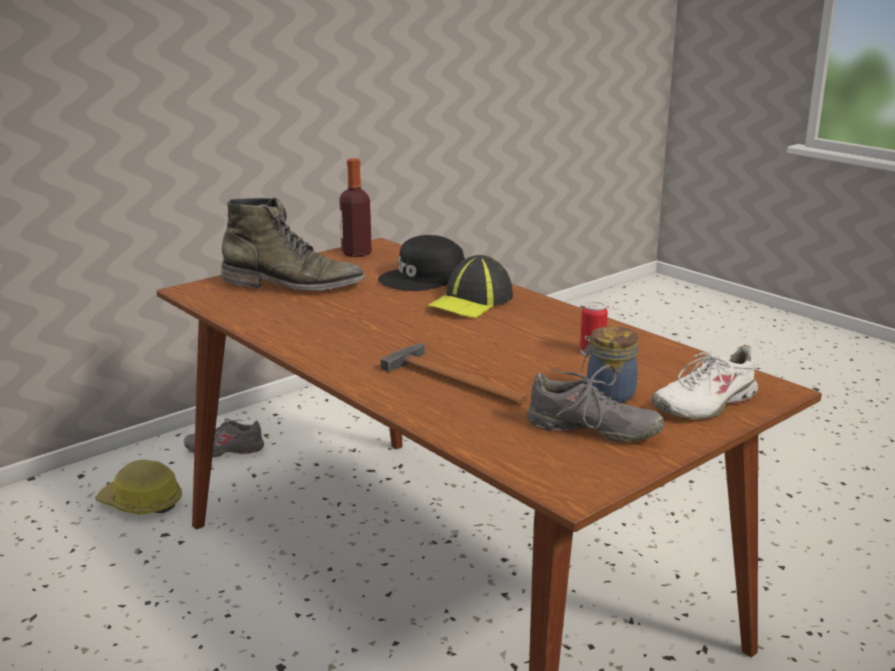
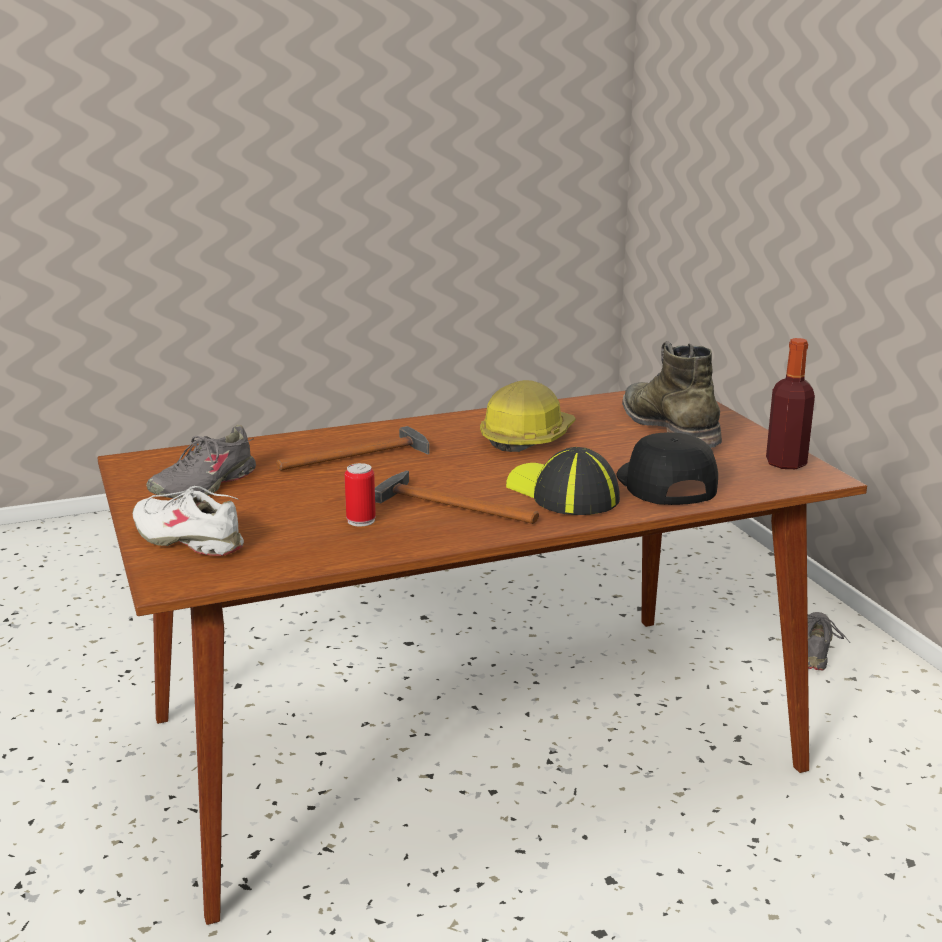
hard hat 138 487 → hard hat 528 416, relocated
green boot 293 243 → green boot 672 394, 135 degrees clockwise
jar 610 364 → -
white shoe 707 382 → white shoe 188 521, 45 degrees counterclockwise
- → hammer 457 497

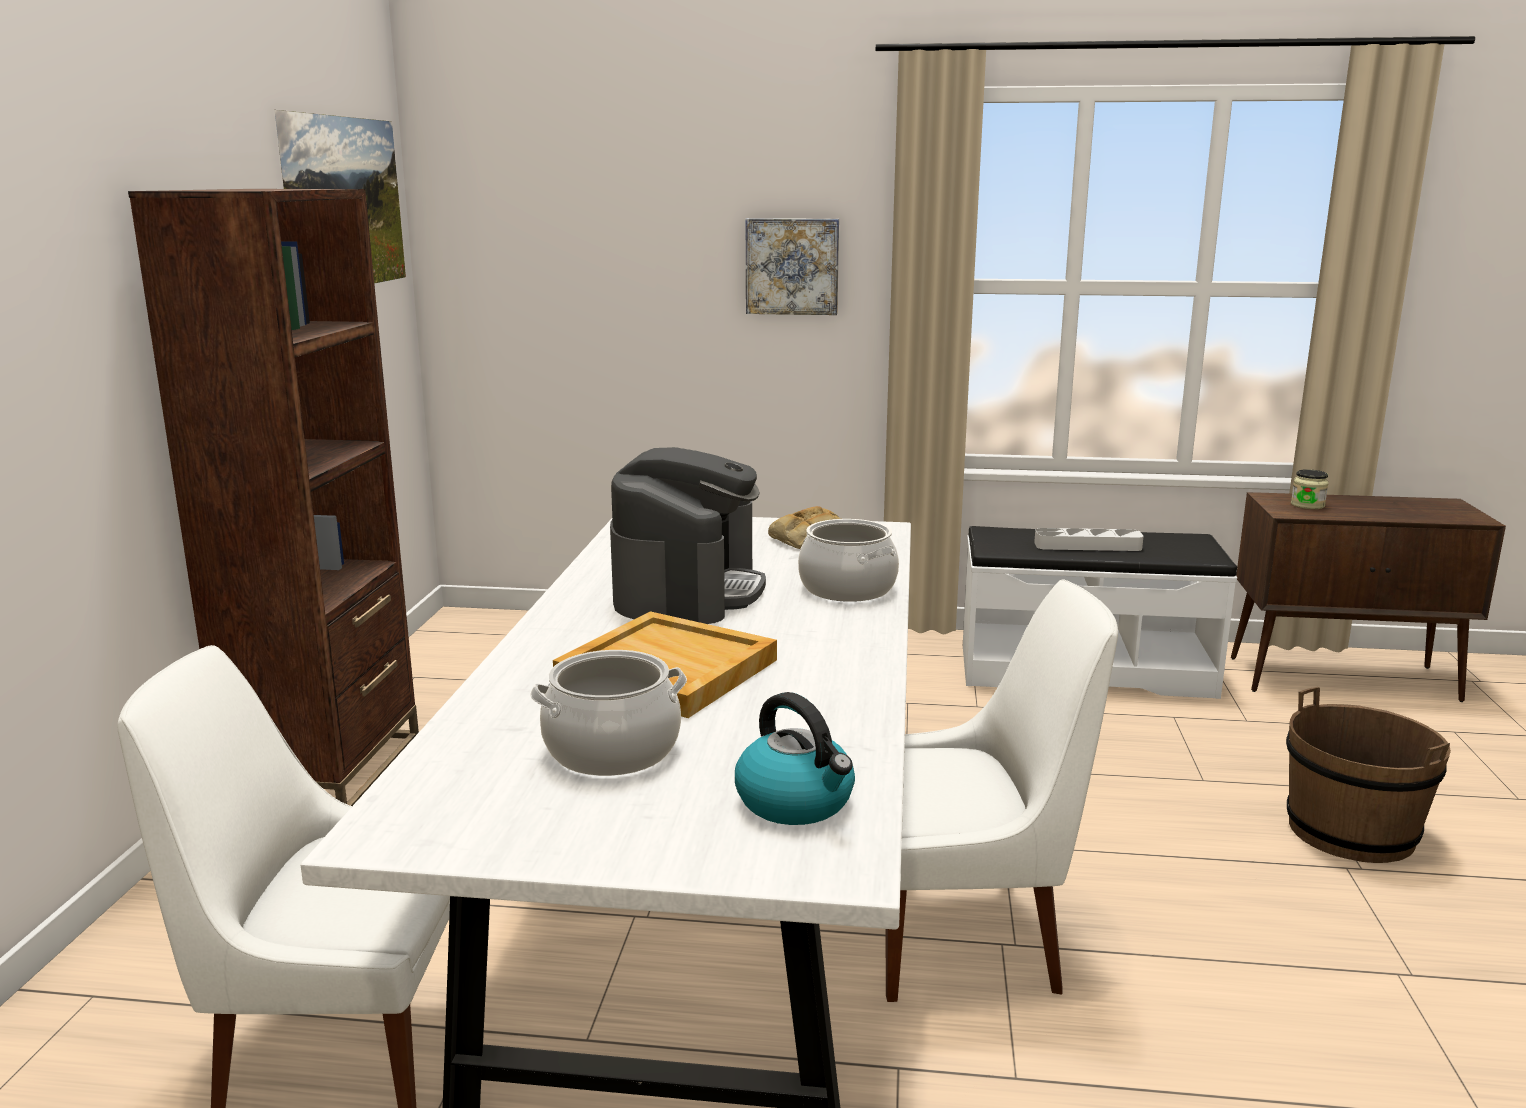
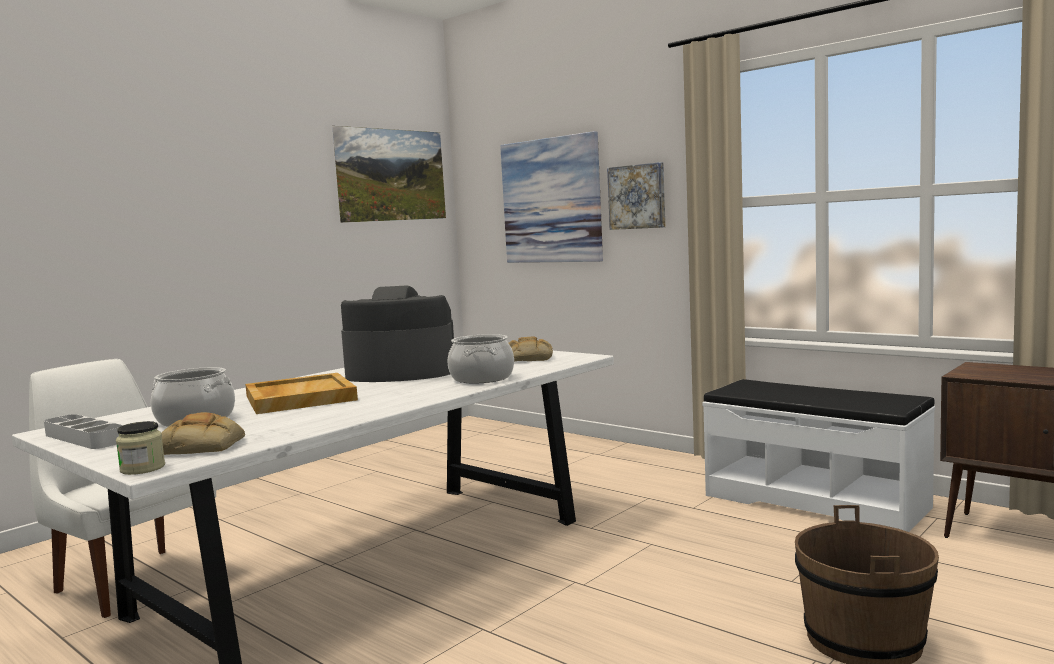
brown bookcase 273 497 → -
coffee machine 688 535 → coffee machine 397 333, 135 degrees counterclockwise
kettle 795 758 → bread 203 433
white chair 1002 790 → -
grey tray 1089 539 → grey tray 83 431, relocated
jar 1310 489 → jar 140 448, relocated
- → picture 551 197

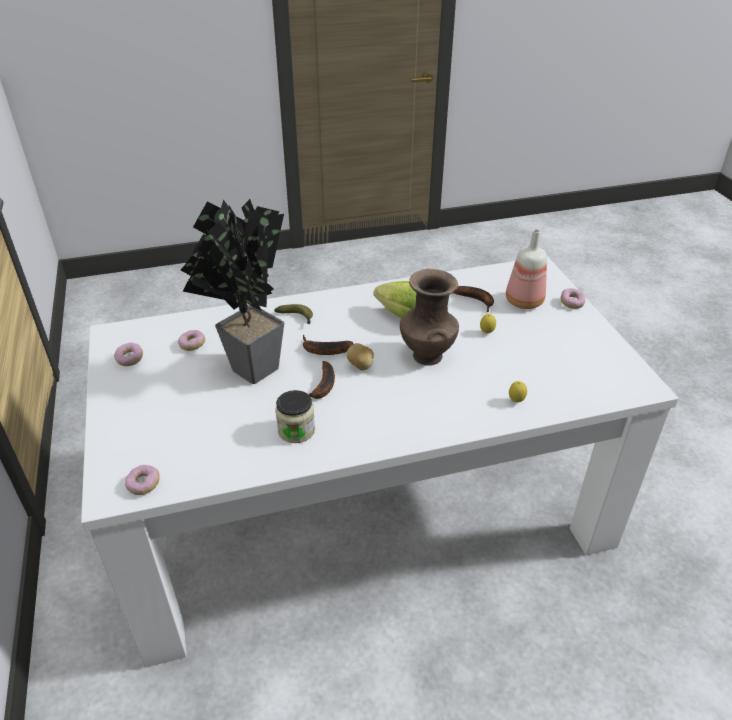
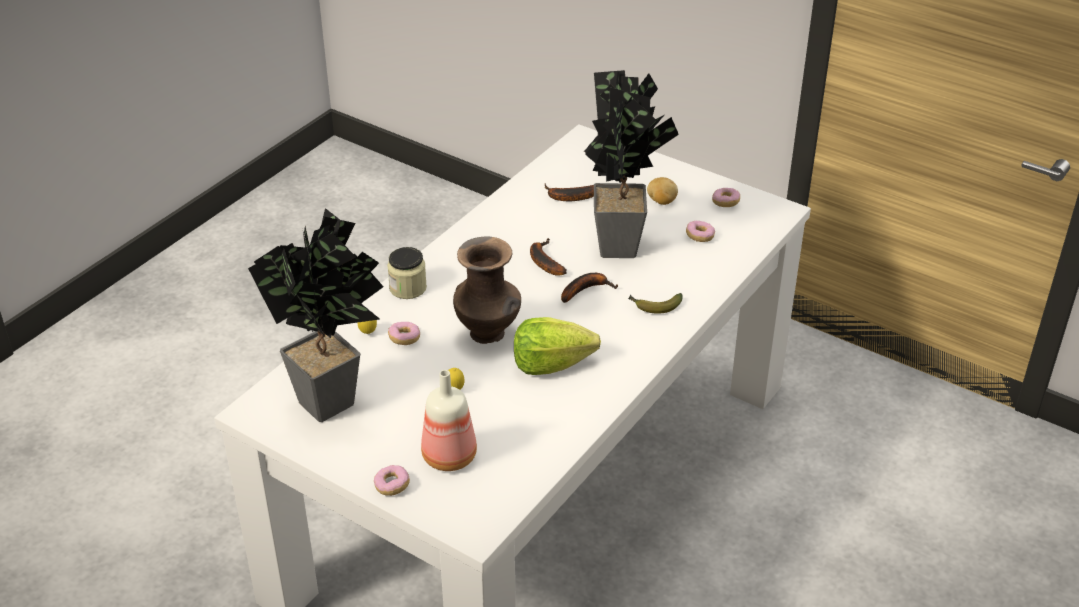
donut 142 480 → donut 404 333, relocated
jar 295 416 → jar 407 273, relocated
potato 360 356 → potato 662 191, relocated
banana 473 299 → banana 569 192, relocated
- → potted plant 315 315

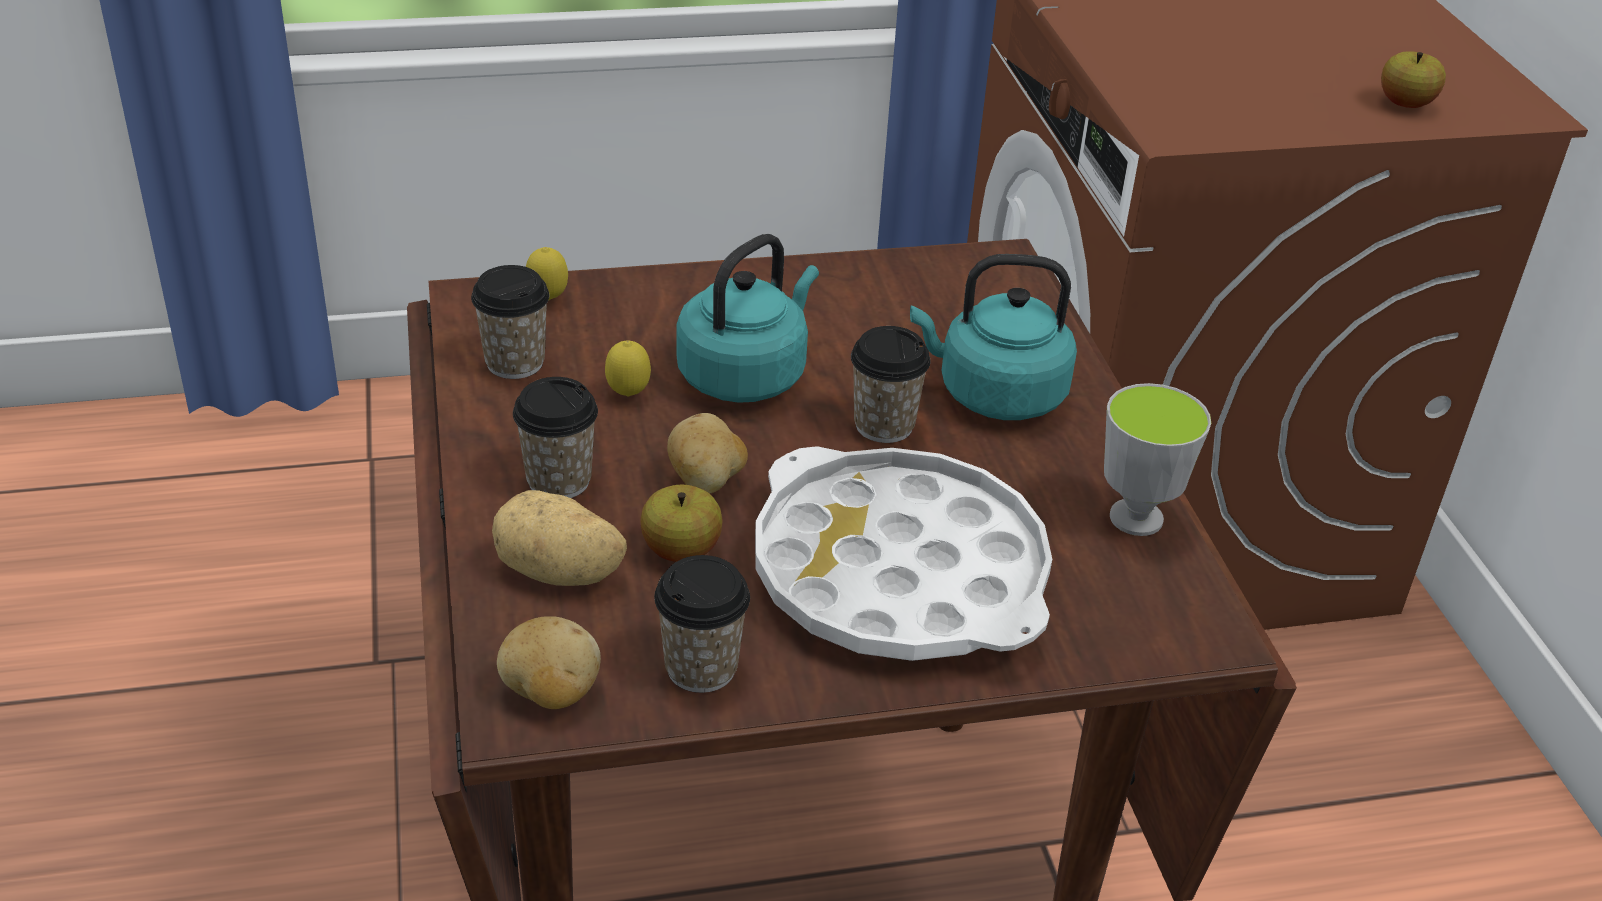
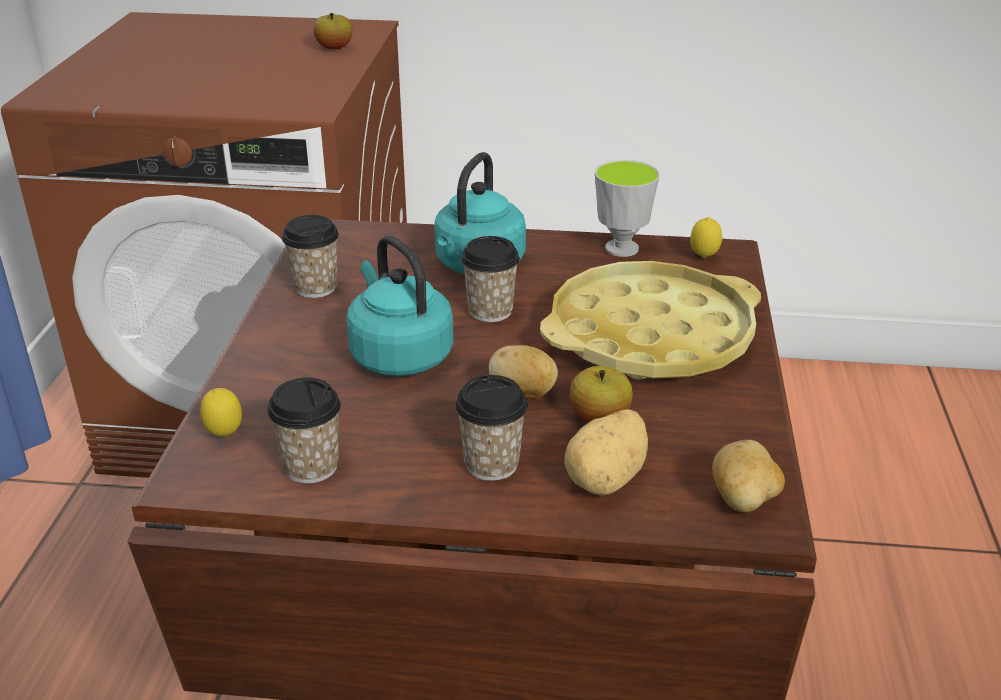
lemon 628 368 → lemon 706 237, relocated
cup 702 624 → cup 310 256, relocated
white tray 903 553 → yellow tray 650 320

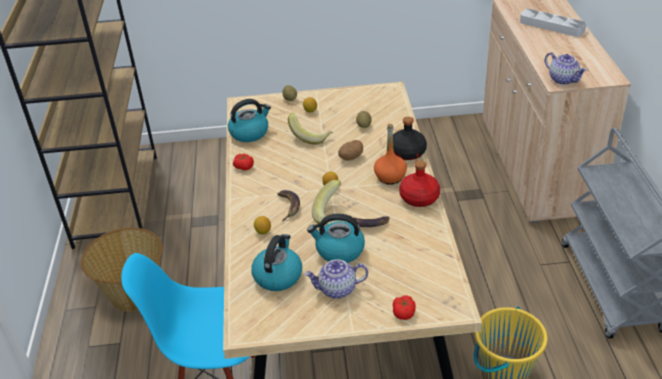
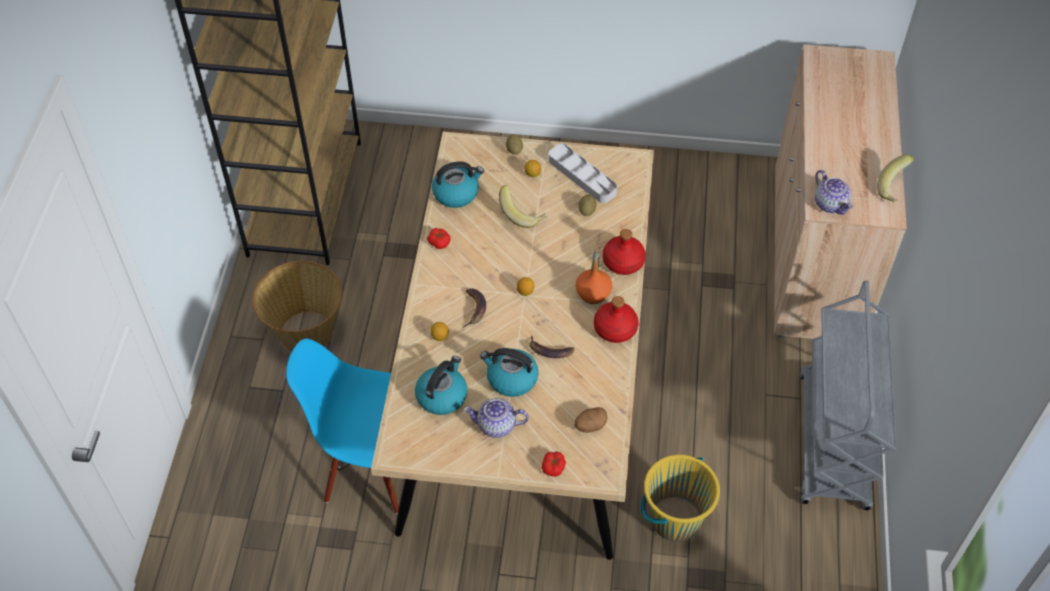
banana 326 202 → banana 895 179, relocated
potato 350 150 → potato 590 420, relocated
black bottle 410 138 → red bottle 624 252
grey tray 553 23 → grey tray 583 173, relocated

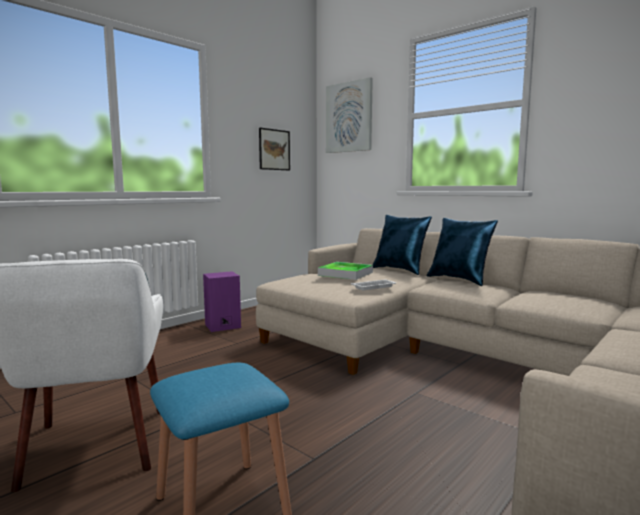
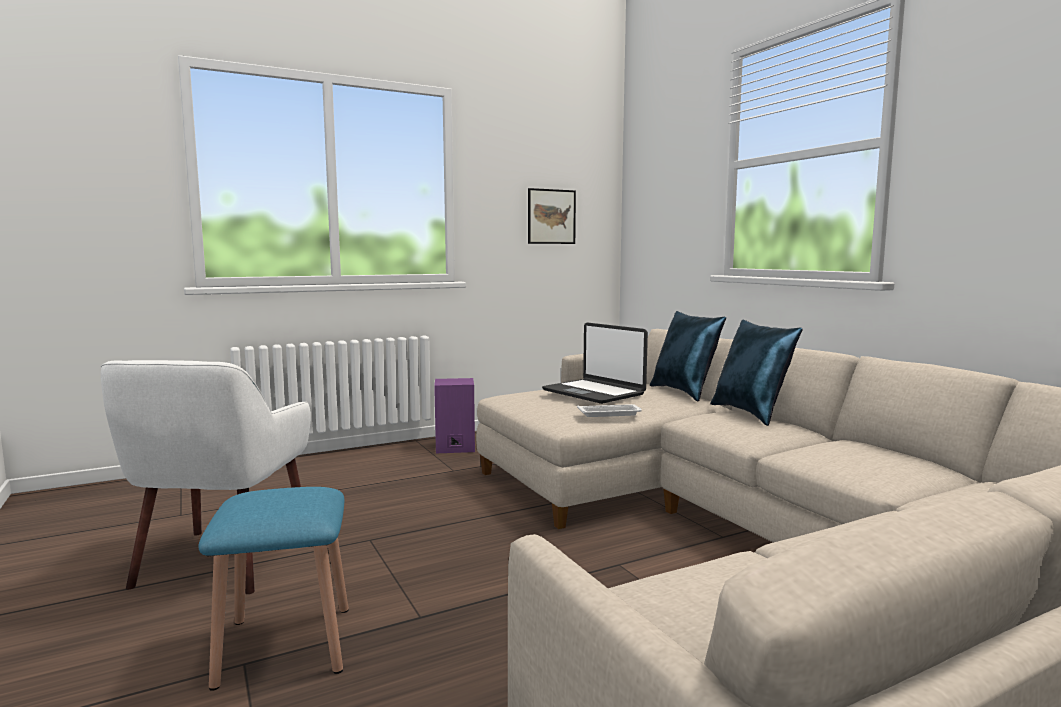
tray 345 271 → laptop 595 363
picture 349 115 → -

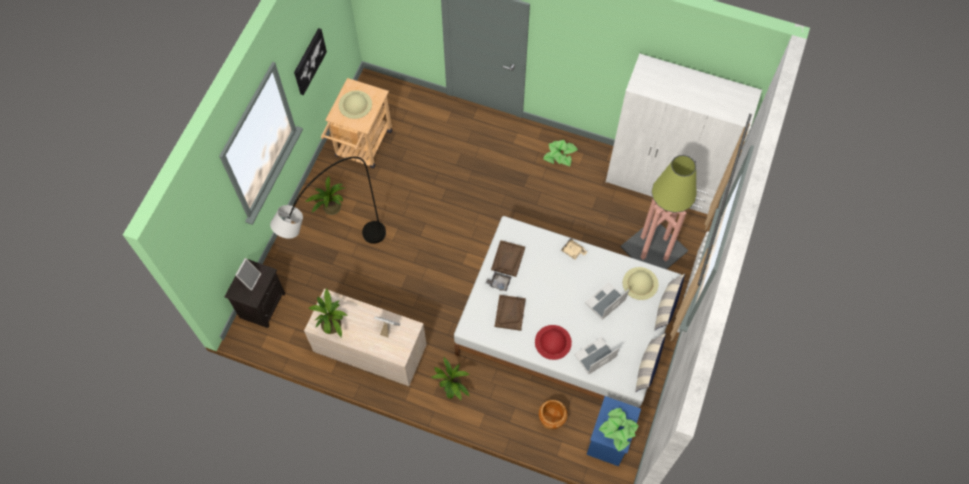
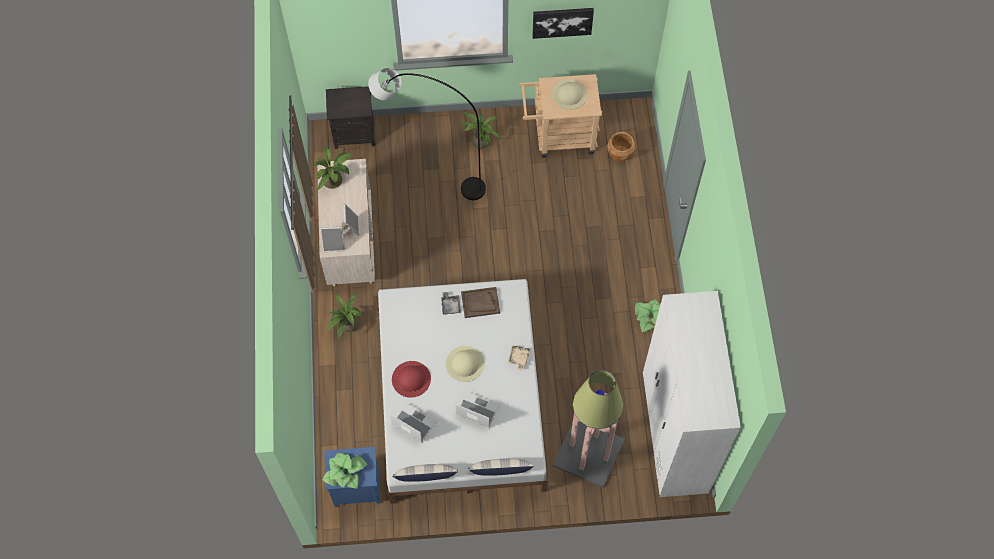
picture frame 248 274 → picture frame 333 239, relocated
brown tray 510 313 → -
brown planter 553 414 → brown planter 621 147, relocated
beige hat 640 283 → beige hat 465 364, relocated

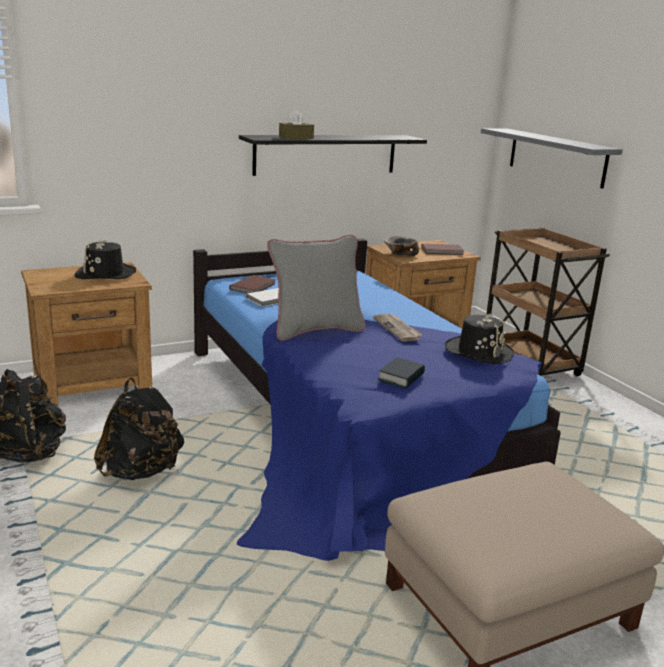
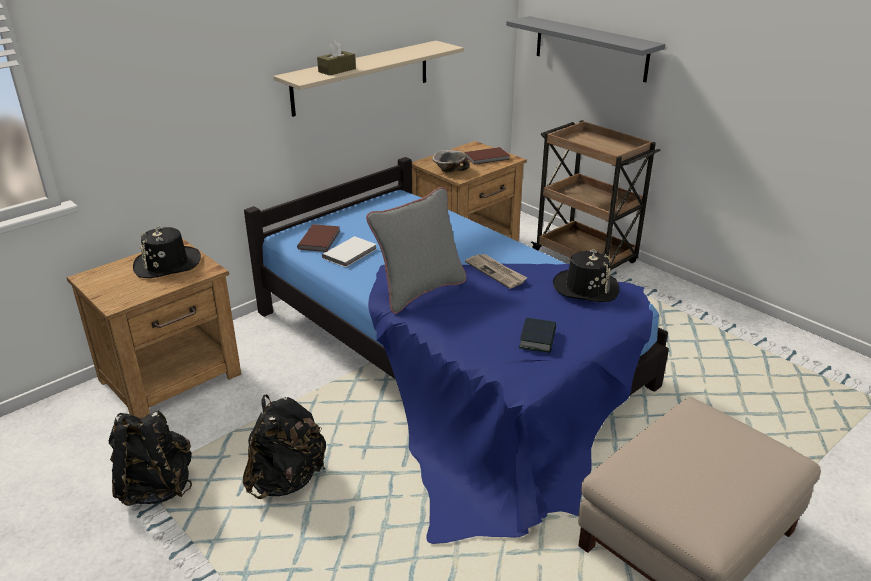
black shelf 333 155 → beige shelf 368 79

